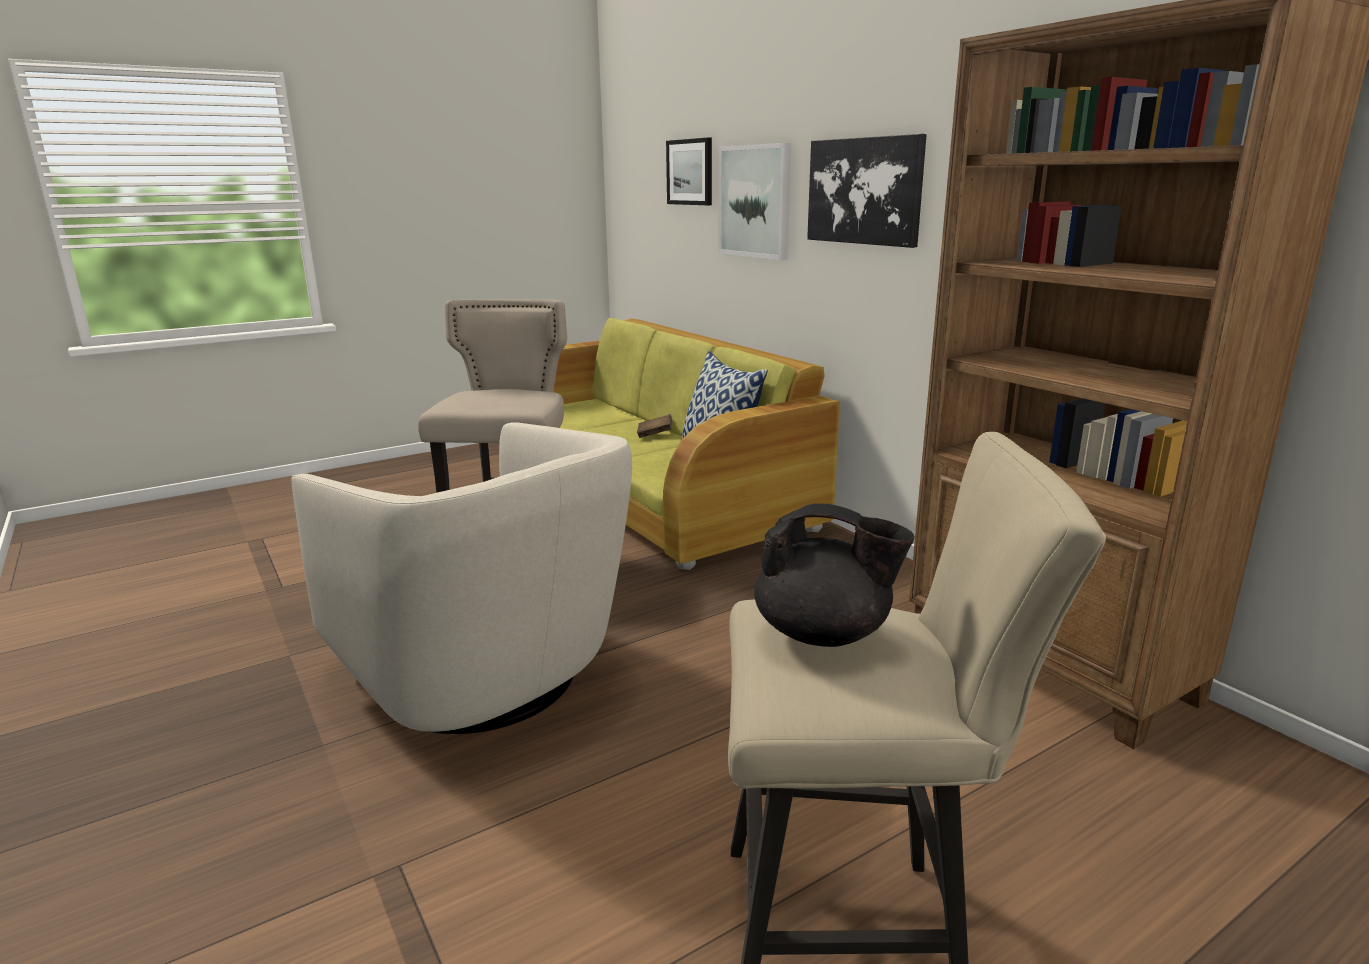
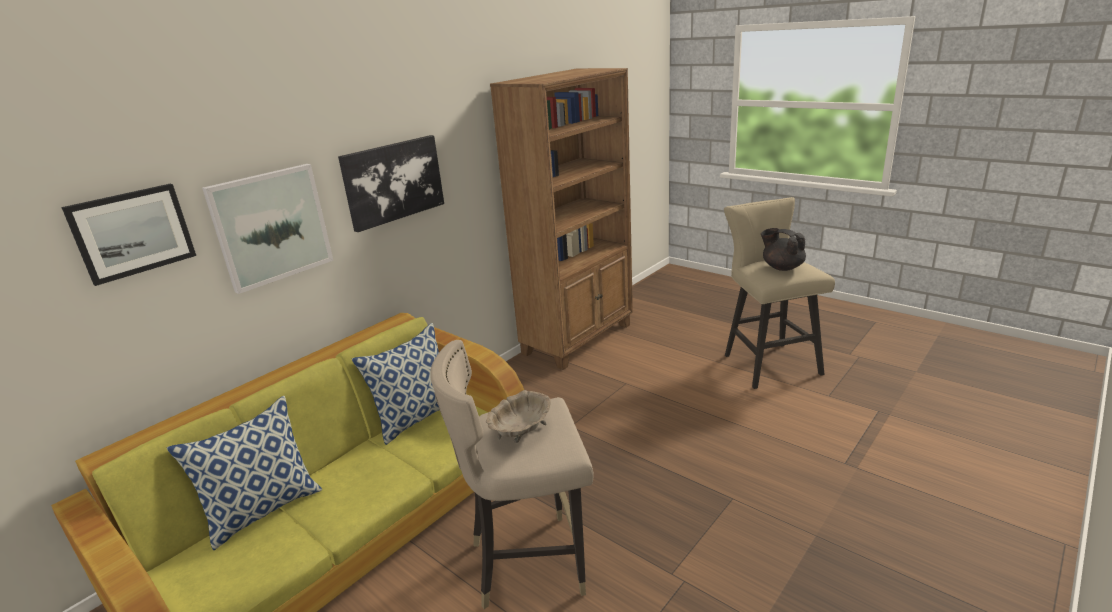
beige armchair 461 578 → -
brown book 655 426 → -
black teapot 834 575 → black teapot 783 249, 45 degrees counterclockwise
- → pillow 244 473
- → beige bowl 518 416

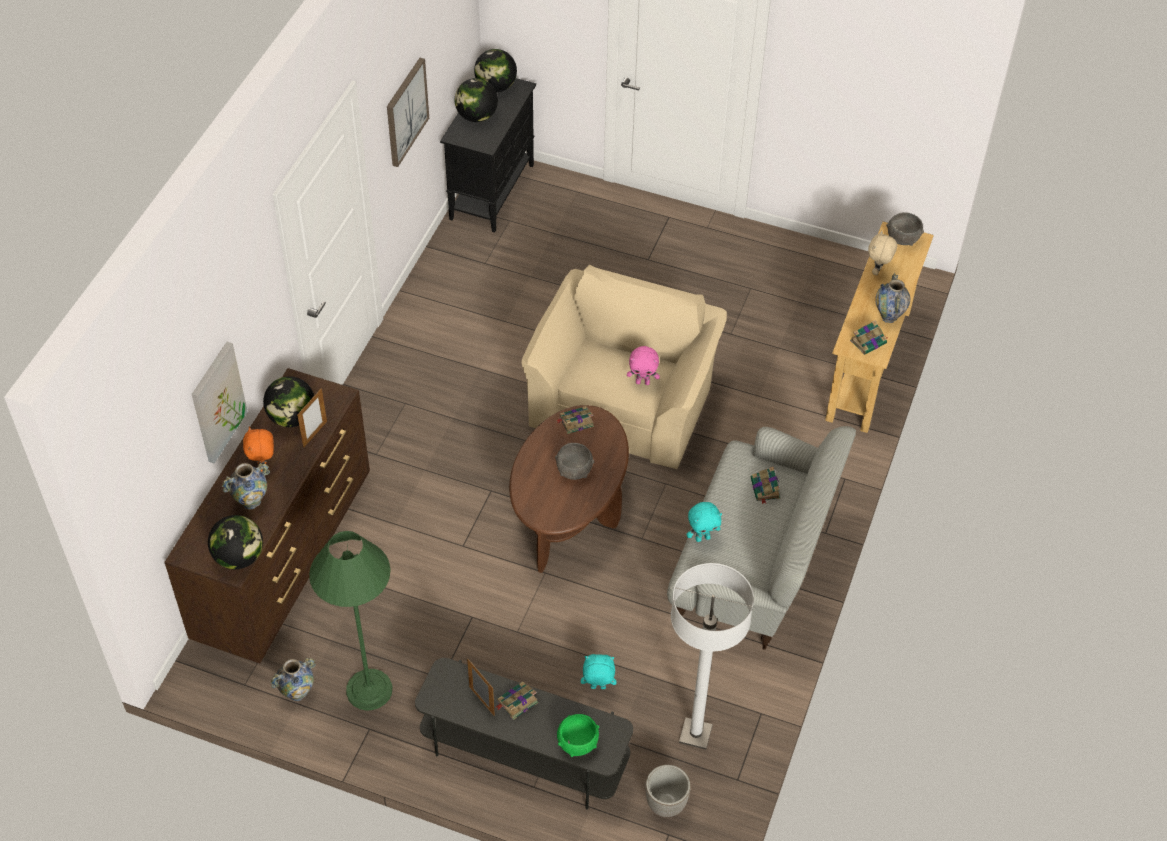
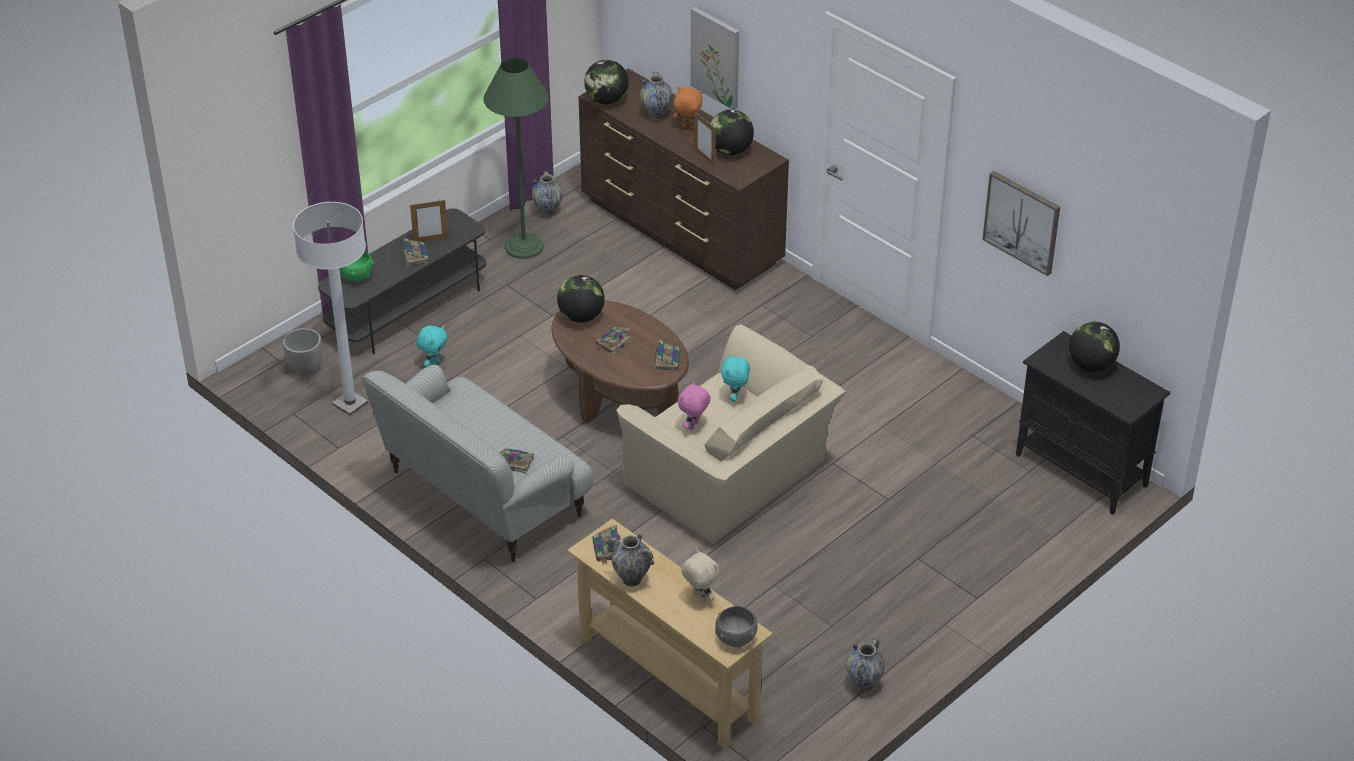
globe 495 70 → globe 581 299, relocated
grey bowl 574 461 → book 613 341
turquoise plush toy 704 522 → turquoise plush toy 735 377, relocated
- → vase 865 664

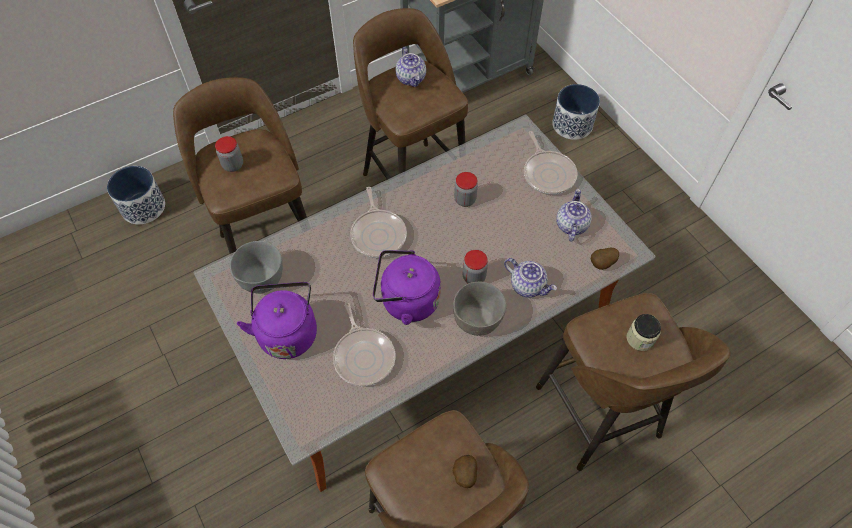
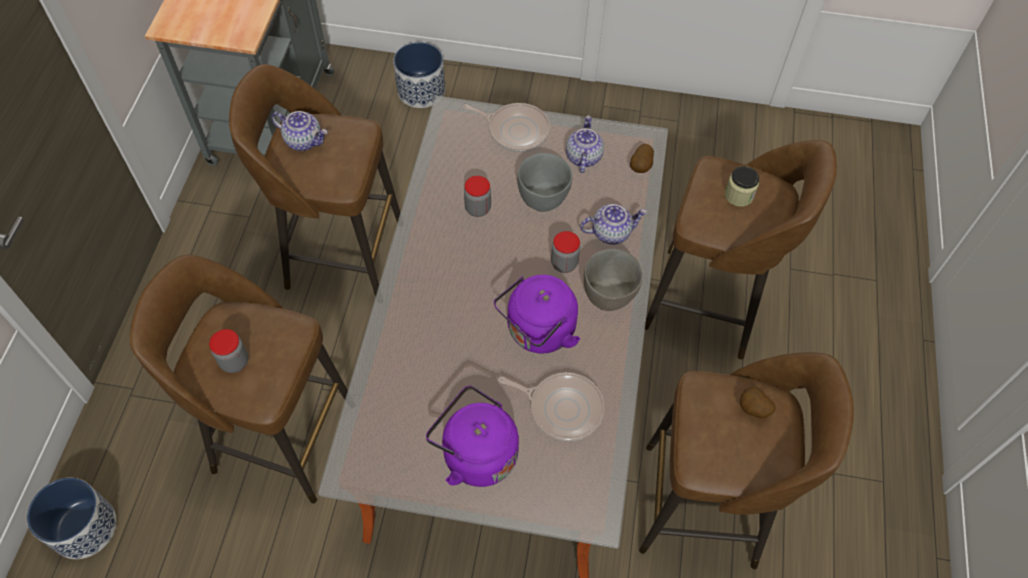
grey bowl 256 267 → grey bowl 544 182, relocated
frying pan 378 222 → -
teapot 574 215 → teapot 585 144, 45 degrees clockwise

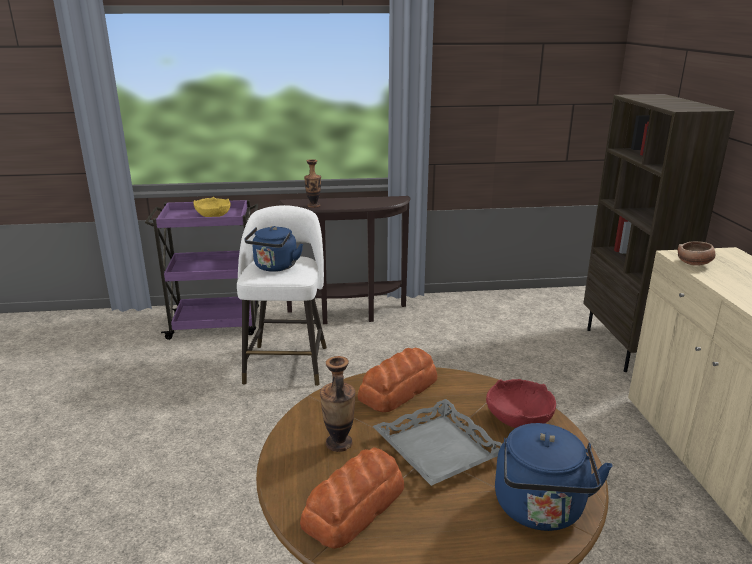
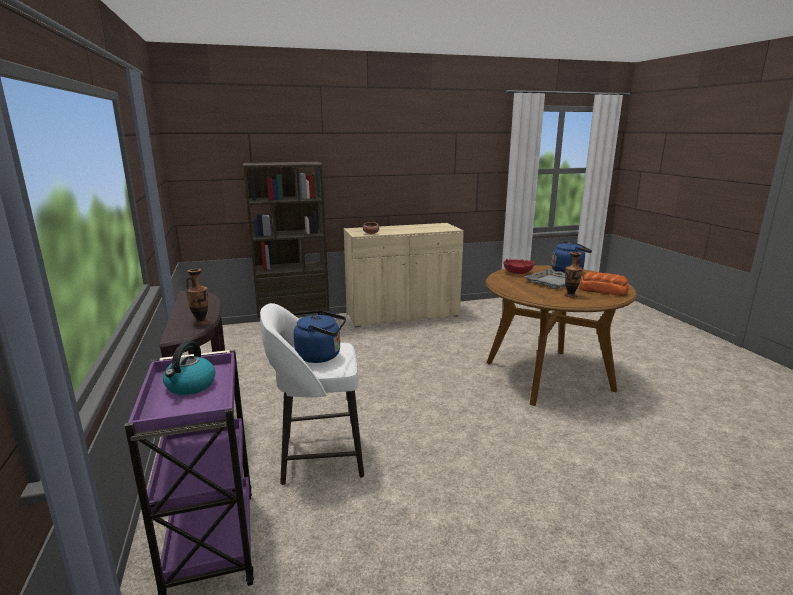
yellow bowl 212 207 → kettle 189 368
bread 397 380 → -

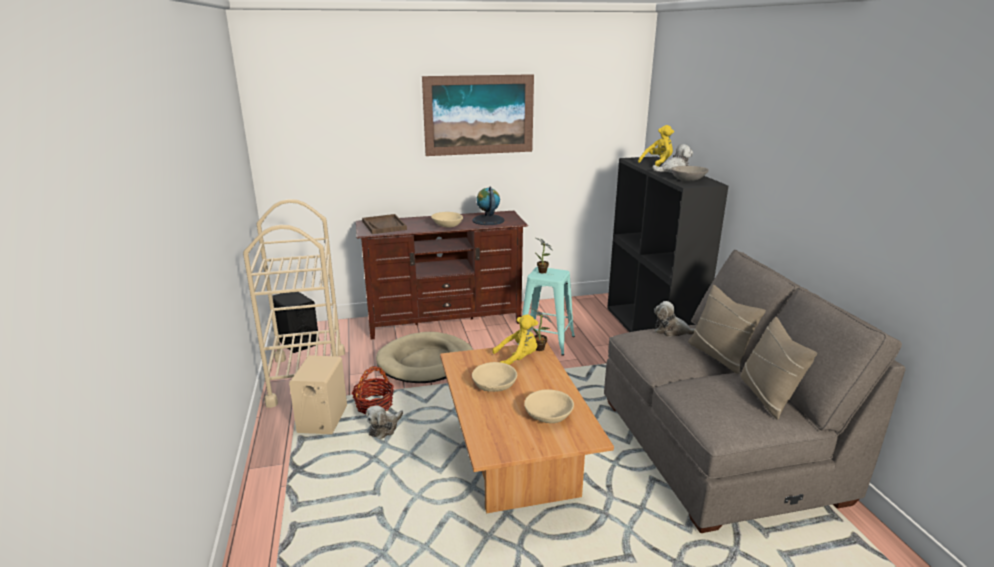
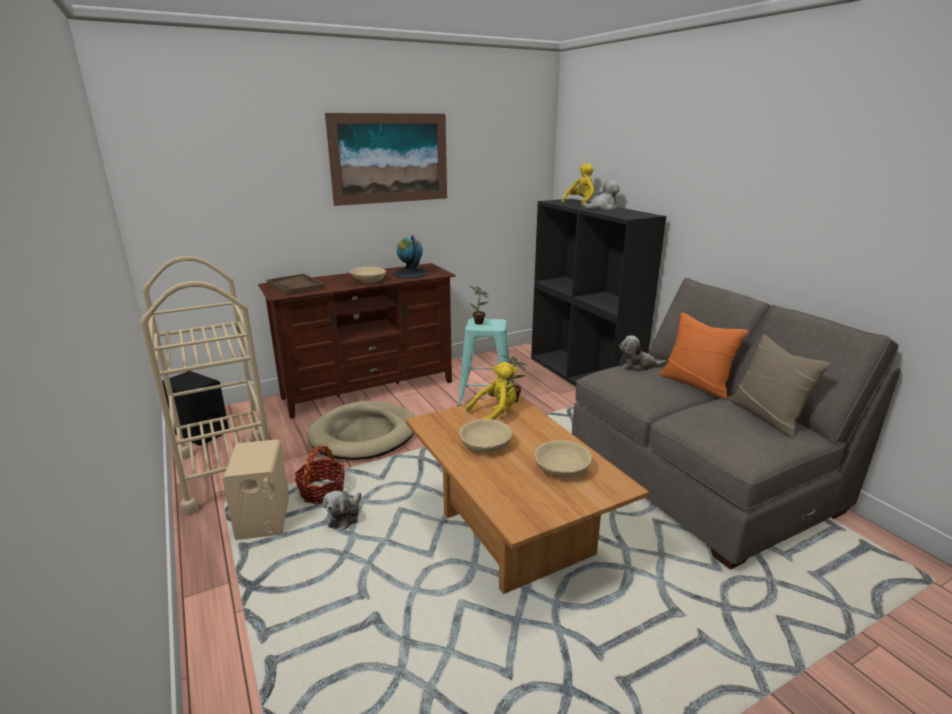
grey bowl 690 173 → -
beige pillow 727 329 → orange pillow 704 356

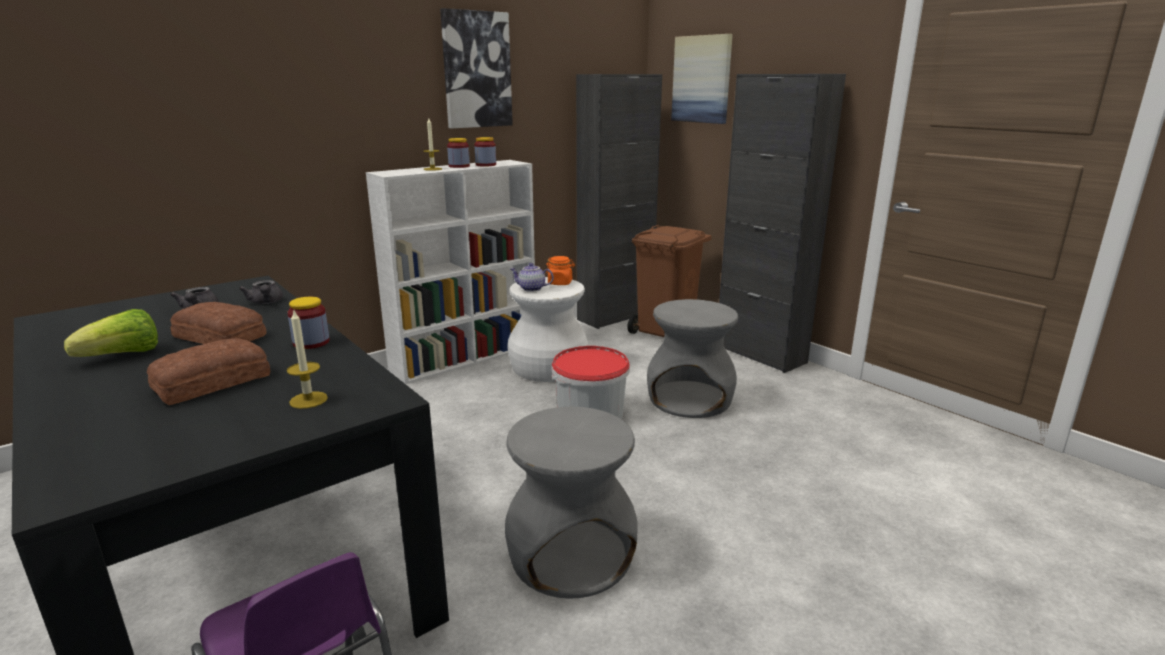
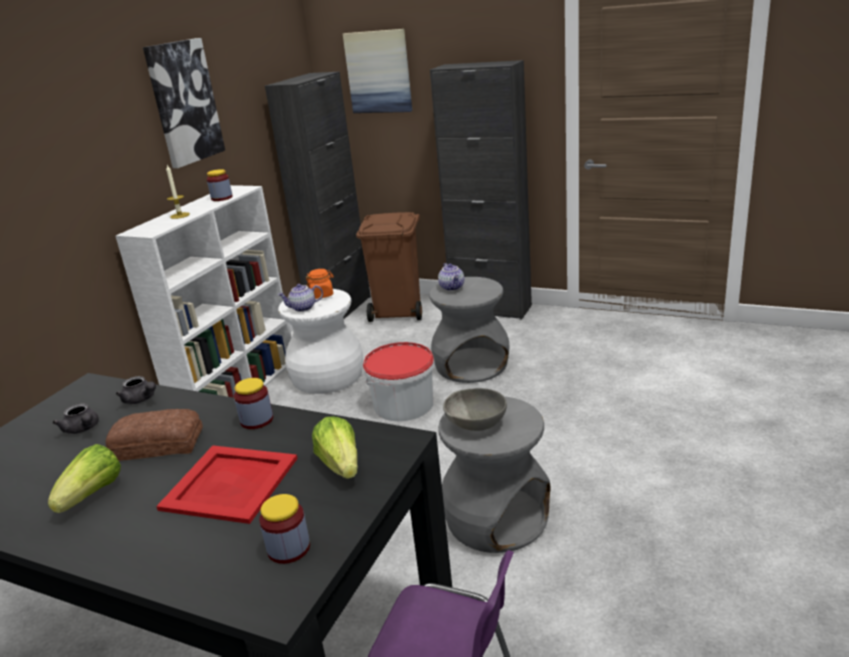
bread 208 371 → red tray 227 484
candle 307 360 → lettuce 335 447
jar 458 153 → jar 284 529, relocated
- → teapot 451 277
- → grey bowl 475 409

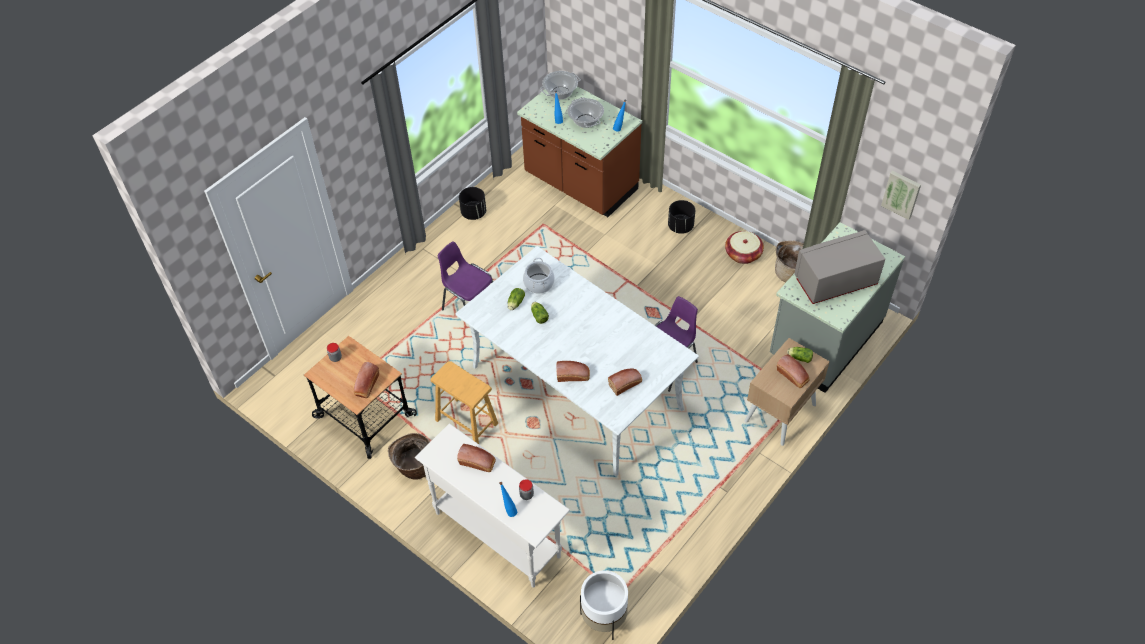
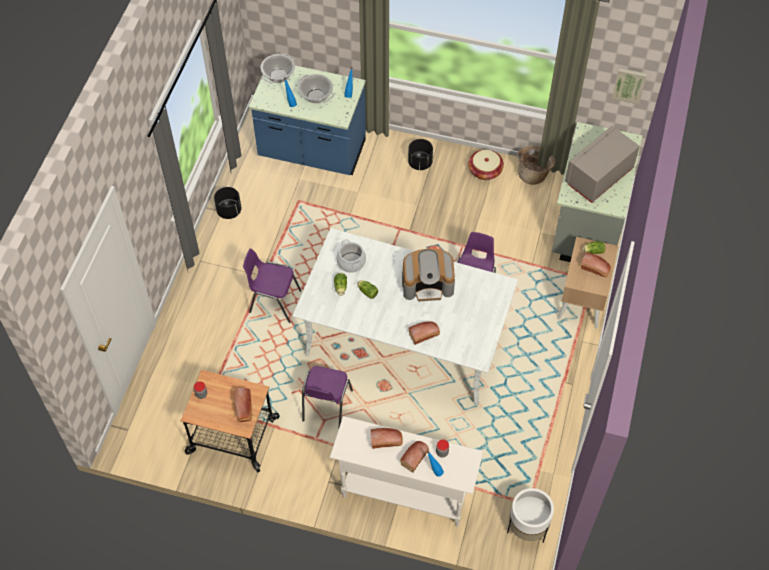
basket 409 456 → -
brown stool 464 402 → purple chair 327 396
brown counter 579 151 → blue counter 307 120
bread 625 382 → bread 414 456, relocated
- → coffee machine 428 275

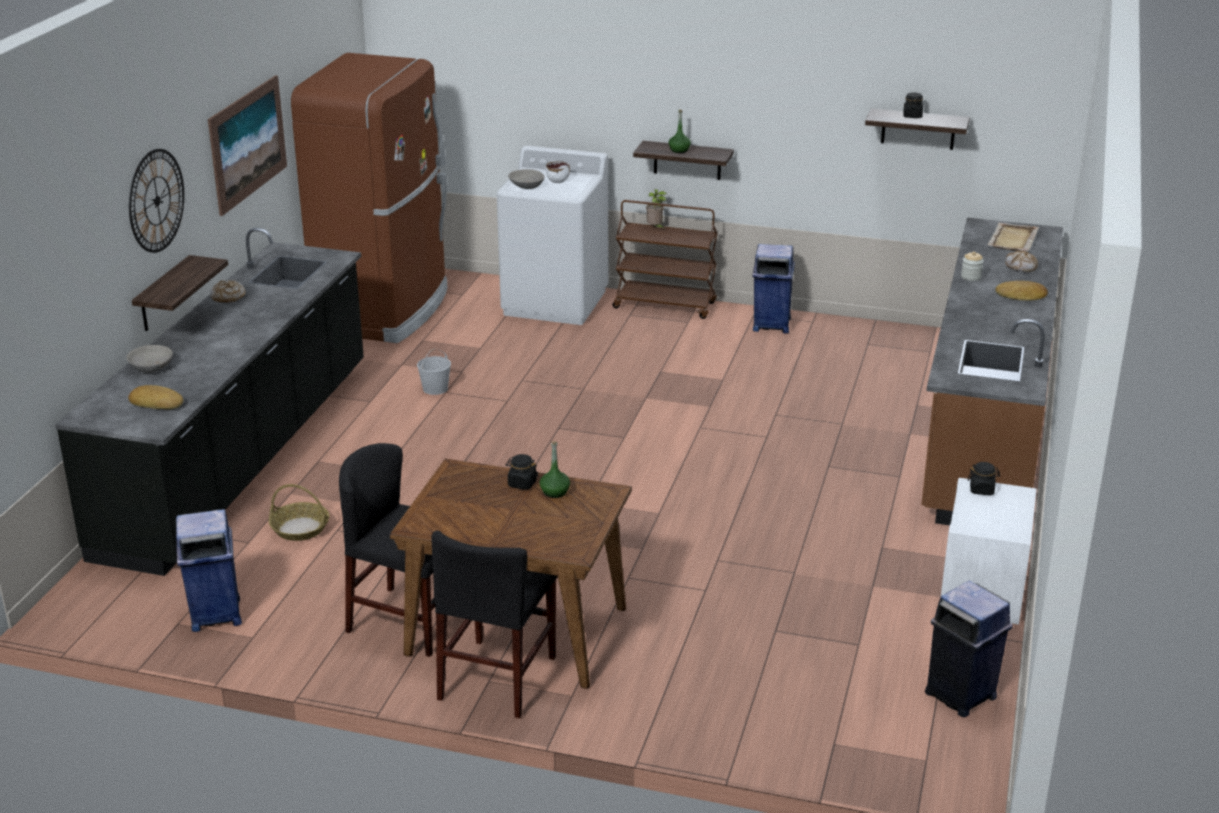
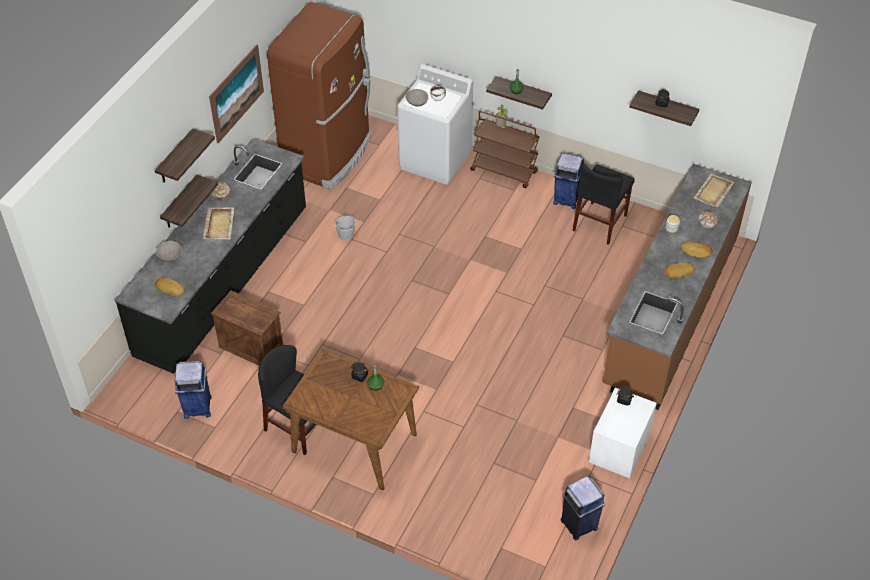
wall clock 156 201 → shelf 185 155
basket 299 512 → crate 247 328
black chair 494 624 → black chair 603 204, relocated
- → beige tray 218 223
- → bread 679 270

